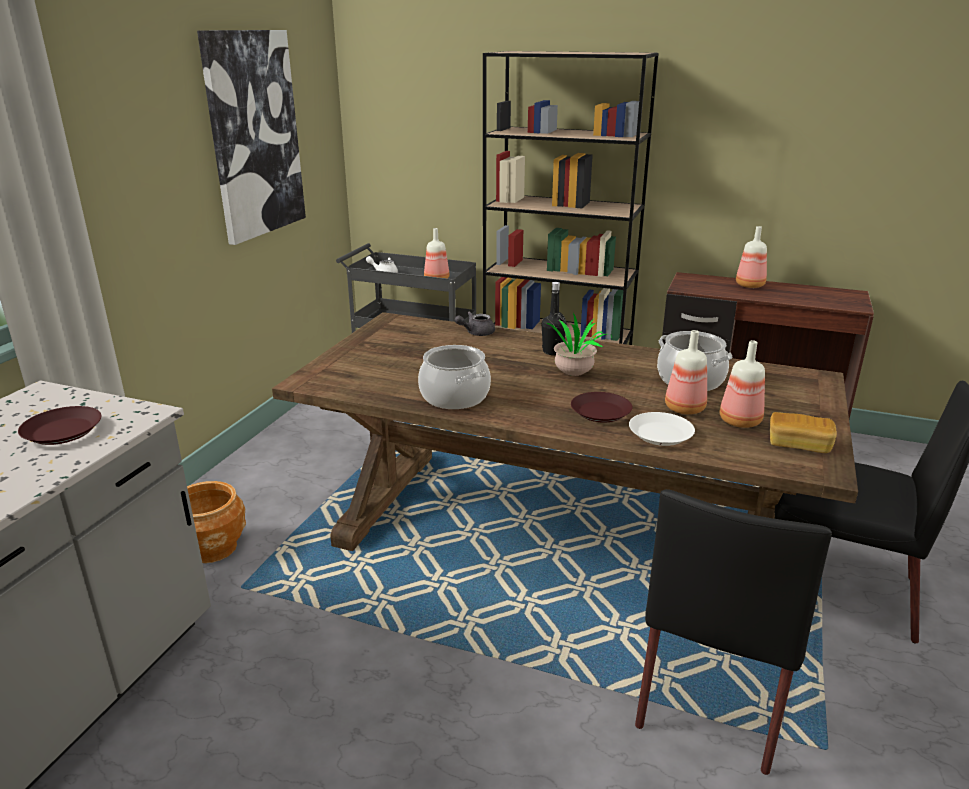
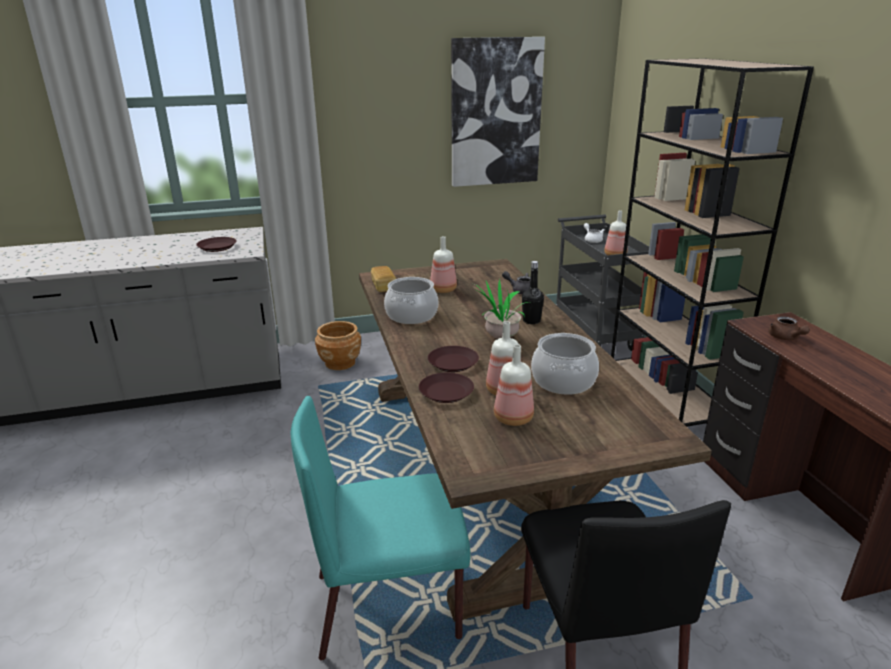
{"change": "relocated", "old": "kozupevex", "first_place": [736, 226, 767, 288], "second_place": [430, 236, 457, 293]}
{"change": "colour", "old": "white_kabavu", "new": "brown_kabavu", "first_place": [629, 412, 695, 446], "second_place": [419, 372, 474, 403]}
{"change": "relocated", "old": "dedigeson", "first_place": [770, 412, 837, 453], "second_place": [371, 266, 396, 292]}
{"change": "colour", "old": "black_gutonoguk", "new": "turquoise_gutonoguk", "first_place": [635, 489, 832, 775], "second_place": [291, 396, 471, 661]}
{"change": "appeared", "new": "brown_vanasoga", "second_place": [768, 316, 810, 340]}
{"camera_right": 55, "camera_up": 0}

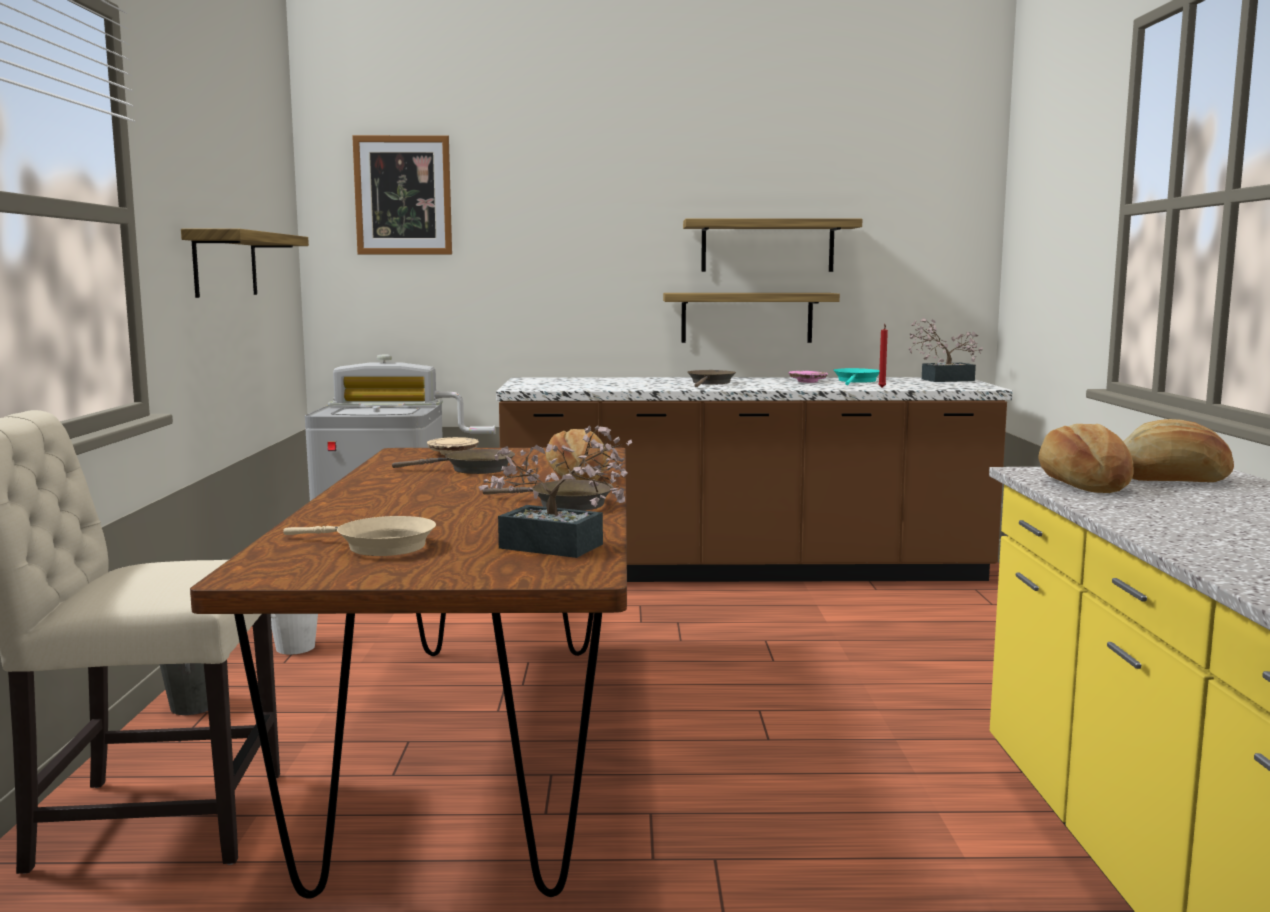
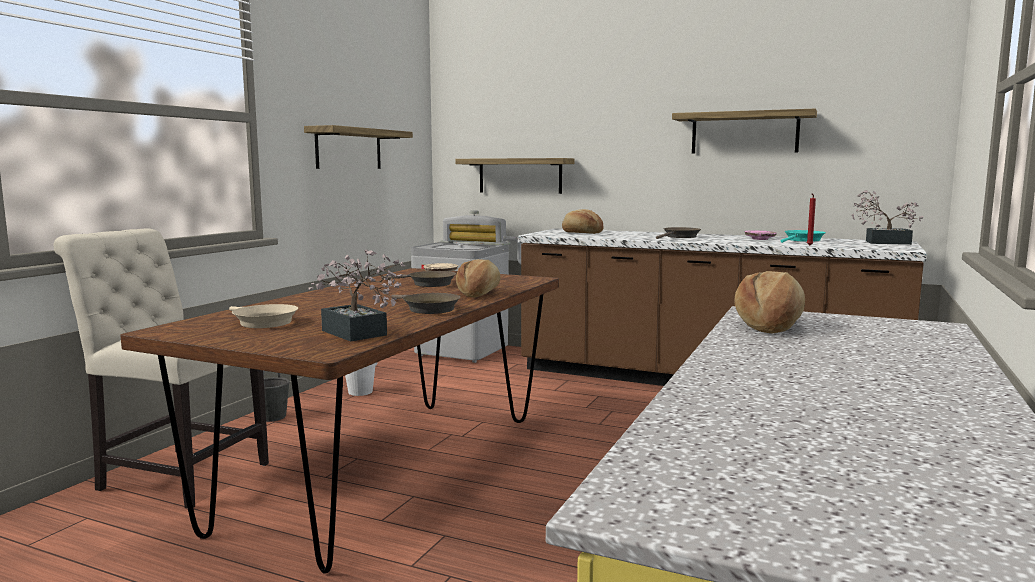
{"change": "missing", "old": "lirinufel", "first_place": [352, 135, 452, 255]}
{"change": "relocated", "old": "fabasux", "first_place": [663, 293, 840, 343], "second_place": [456, 158, 574, 194]}
{"change": "relocated", "old": "dedigeson", "first_place": [1123, 419, 1234, 482], "second_place": [562, 209, 604, 234]}
{"camera_right": 25, "camera_up": 0}

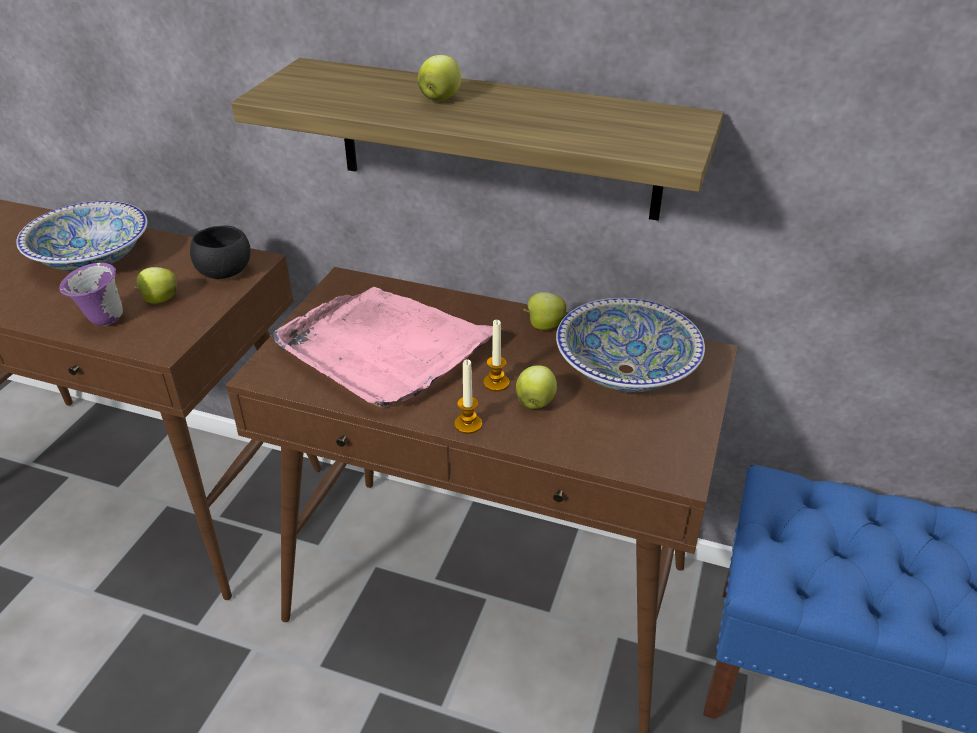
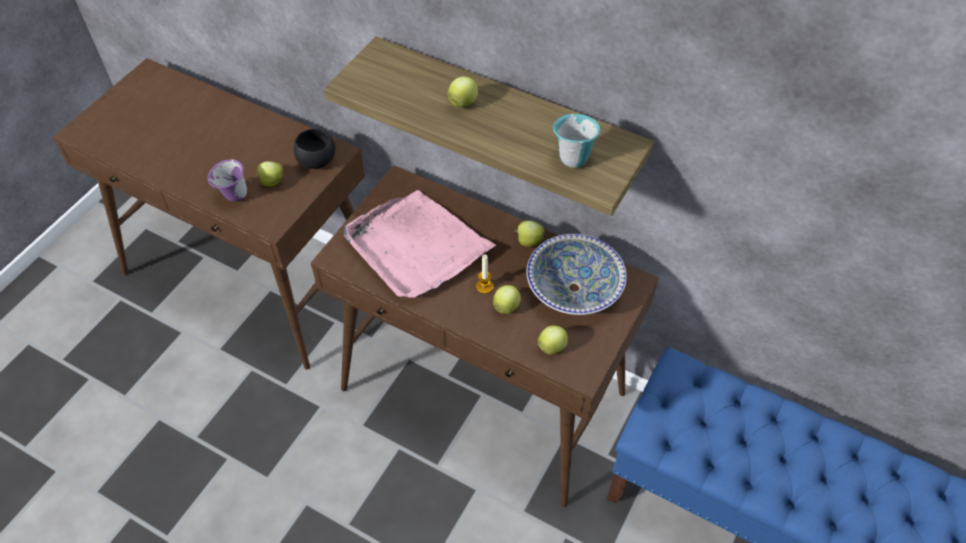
{"change": "missing", "old": "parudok", "first_place": [16, 201, 147, 271]}
{"change": "missing", "old": "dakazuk", "first_place": [454, 359, 482, 434]}
{"change": "appeared", "new": "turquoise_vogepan", "second_place": [553, 114, 601, 168]}
{"change": "appeared", "new": "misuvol", "second_place": [537, 325, 568, 355]}
{"camera_right": 10, "camera_up": 15}

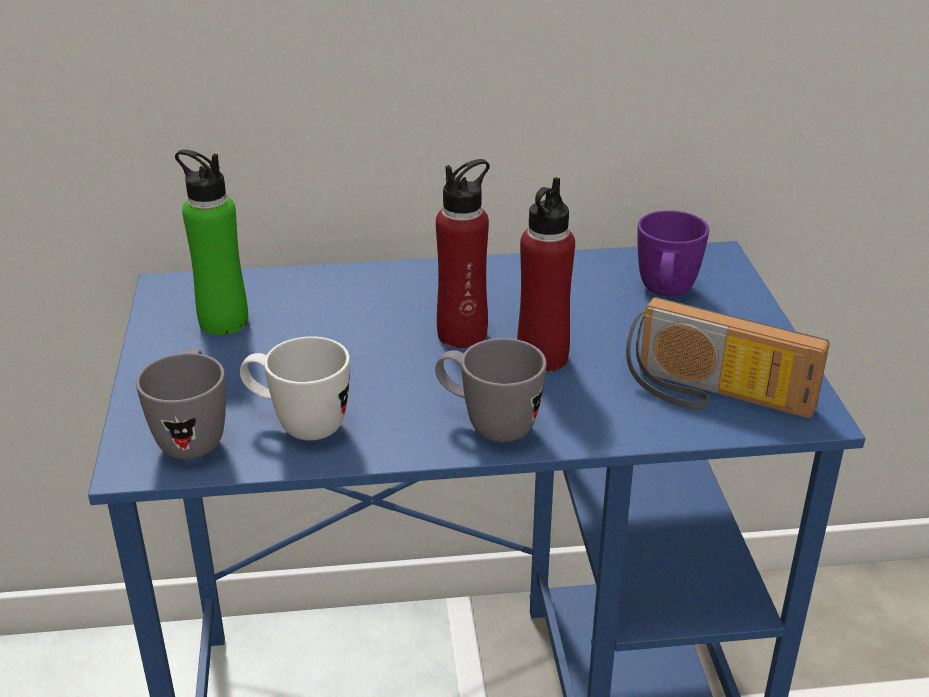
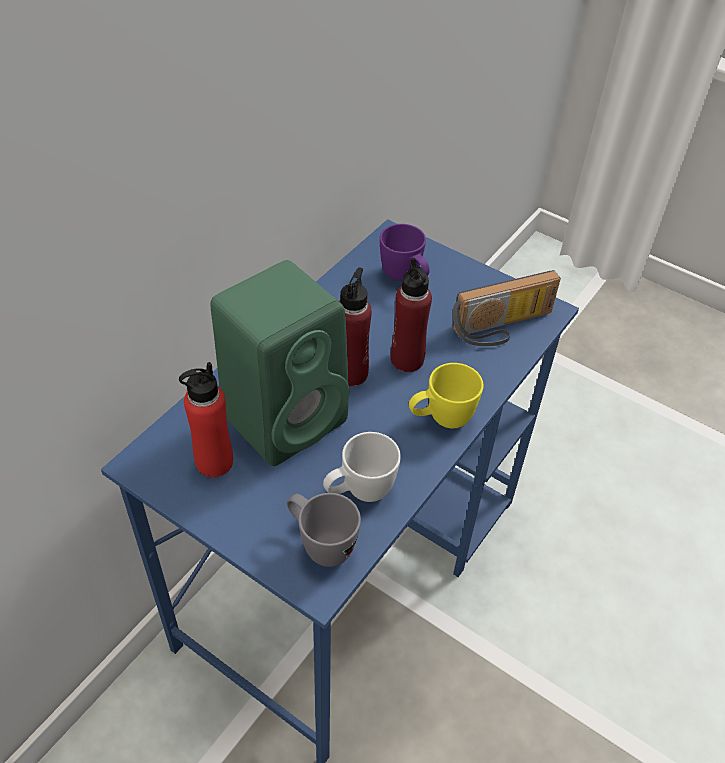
{"change": "colour", "old": "green_kozupevex", "new": "red_kozupevex", "first_place": [175, 150, 248, 335], "second_place": [179, 362, 233, 477]}
{"change": "colour", "old": "grey_vogepan", "new": "yellow_vogepan", "first_place": [435, 338, 547, 442], "second_place": [409, 363, 484, 428]}
{"change": "appeared", "new": "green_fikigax", "second_place": [210, 260, 349, 466]}
{"camera_right": -50, "camera_up": 15}

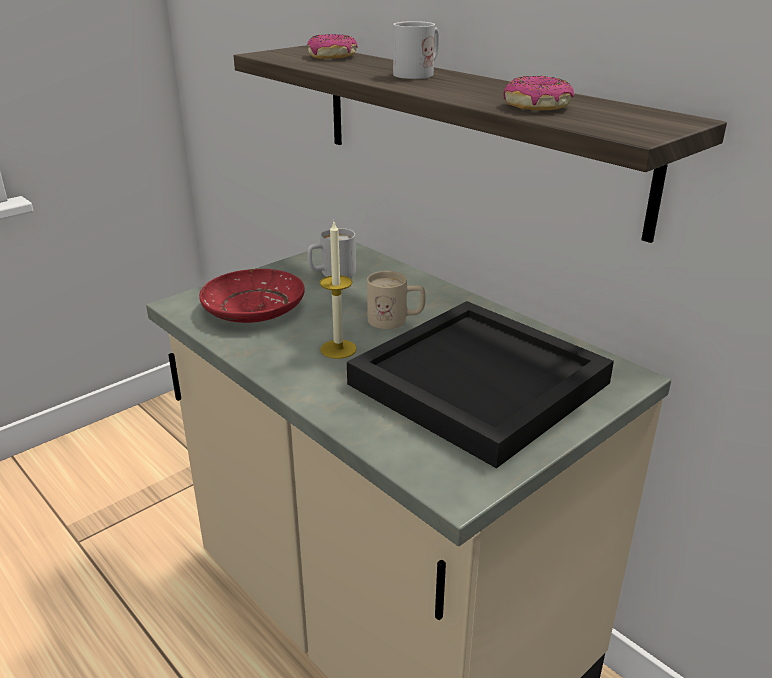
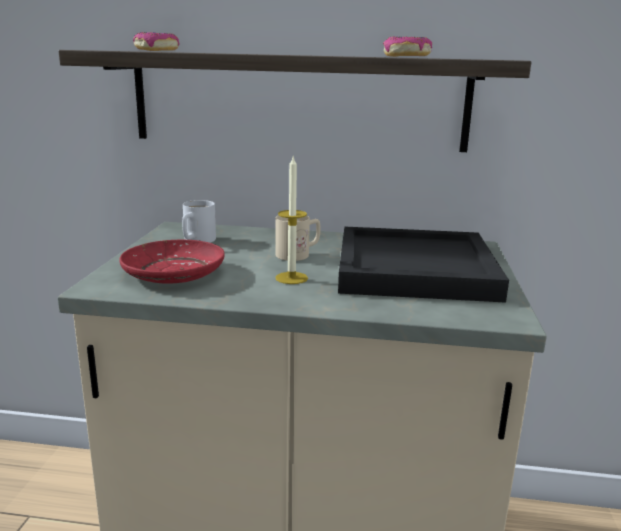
{"change": "missing", "old": "white_vogepan", "first_place": [393, 21, 439, 79]}
{"camera_right": -40, "camera_up": -10}

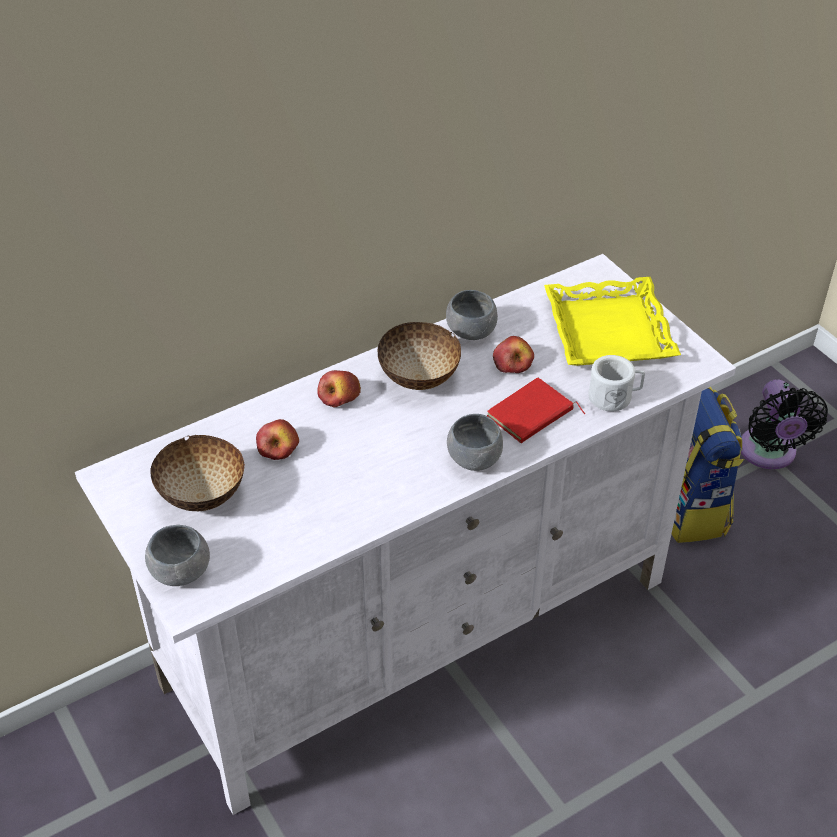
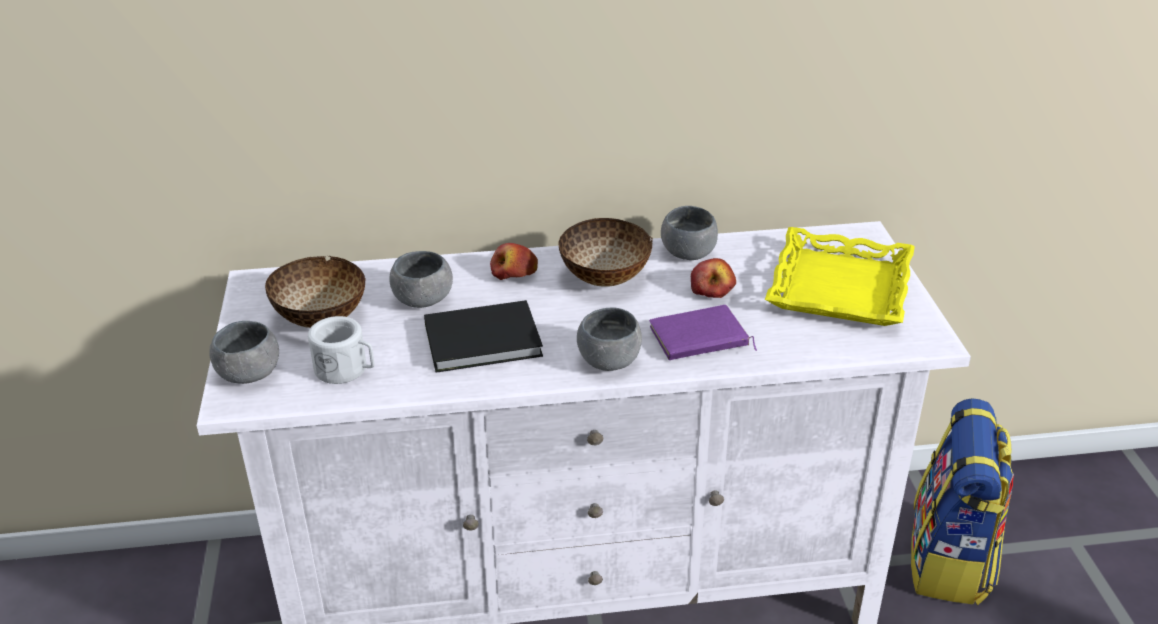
{"change": "relocated", "old": "white_vogepan", "first_place": [589, 355, 645, 411], "second_place": [308, 316, 375, 384]}
{"change": "colour", "old": "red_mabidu", "new": "purple_mabidu", "first_place": [487, 378, 585, 443], "second_place": [649, 305, 757, 360]}
{"change": "missing", "old": "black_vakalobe", "first_place": [741, 379, 828, 469]}
{"change": "exchanged", "old": "misuvol", "new": "grey_parudok", "first_place": [256, 419, 299, 460], "second_place": [389, 251, 453, 308]}
{"change": "appeared", "new": "black_mabidu", "second_place": [424, 300, 543, 373]}
{"camera_right": 25, "camera_up": -10}

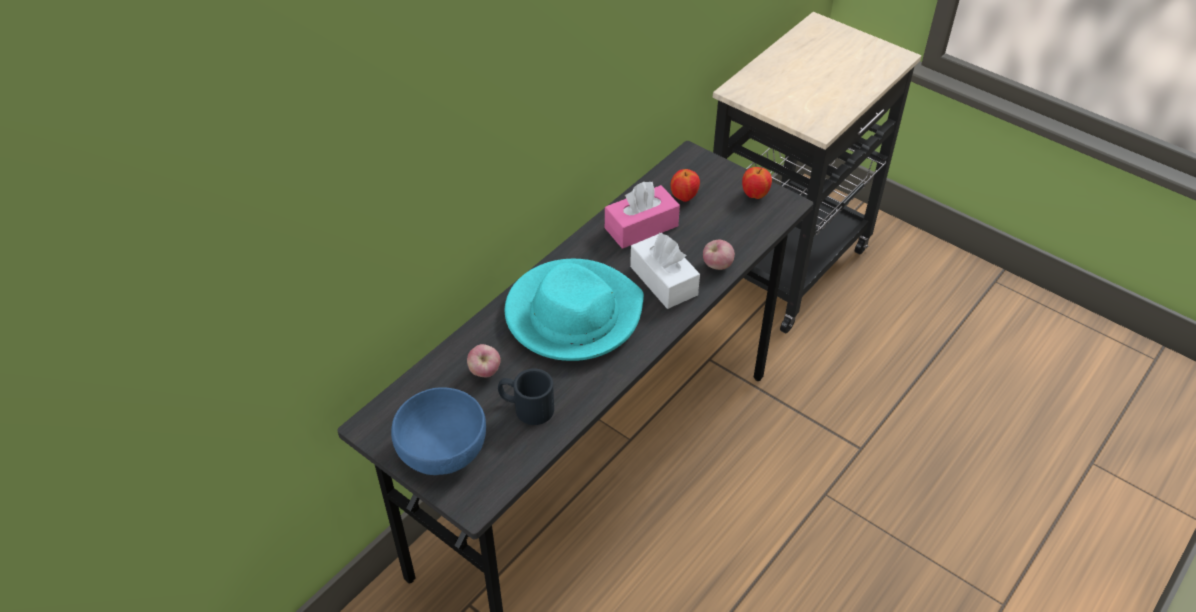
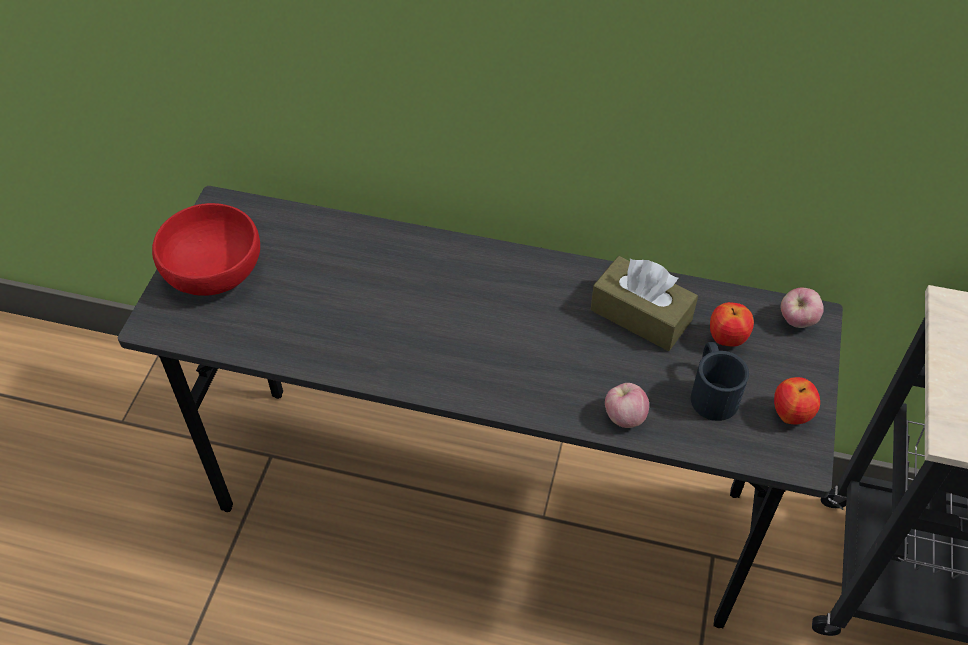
{"change": "colour", "old": "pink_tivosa", "new": "brown_tivosa", "first_place": [605, 182, 680, 249], "second_place": [591, 256, 698, 351]}
{"change": "missing", "old": "white_tivosa", "first_place": [630, 232, 700, 309]}
{"change": "missing", "old": "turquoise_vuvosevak", "first_place": [505, 259, 644, 361]}
{"change": "relocated", "old": "misuvol", "first_place": [467, 344, 501, 377], "second_place": [781, 288, 824, 328]}
{"change": "relocated", "old": "black_vogepan", "first_place": [498, 368, 554, 425], "second_place": [691, 342, 749, 421]}
{"change": "colour", "old": "blue_parudok", "new": "red_parudok", "first_place": [391, 387, 486, 475], "second_place": [152, 203, 260, 296]}
{"camera_right": 65, "camera_up": 5}

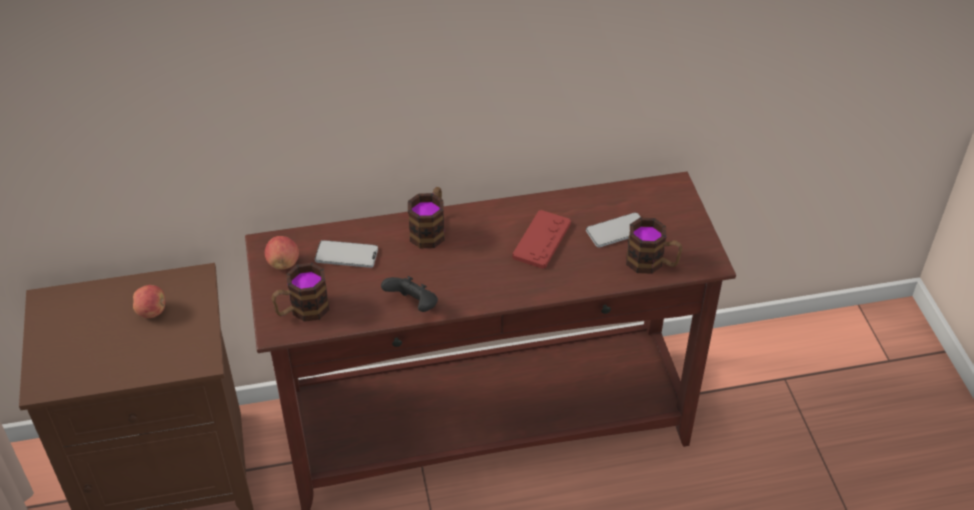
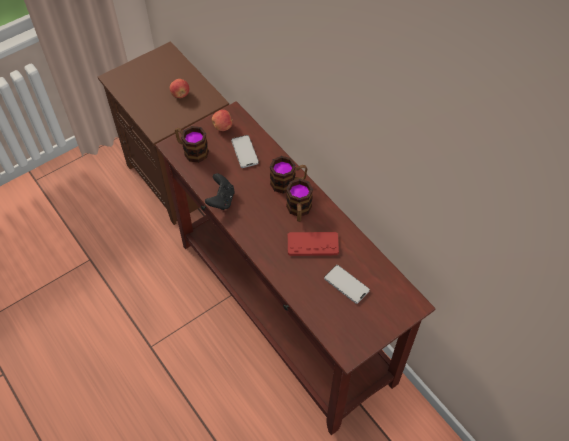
{"change": "relocated", "old": "vogepan", "first_place": [626, 218, 682, 274], "second_place": [286, 179, 313, 222]}
{"camera_right": 65, "camera_up": 10}

